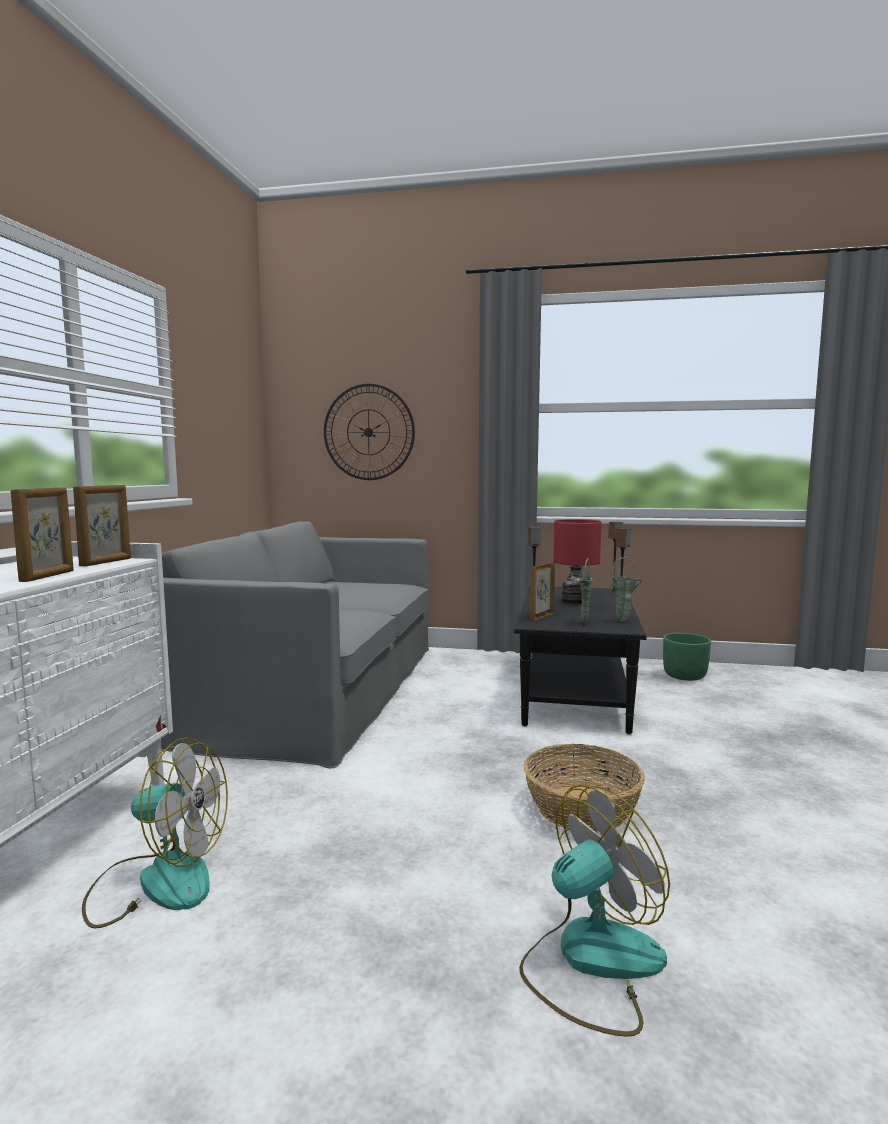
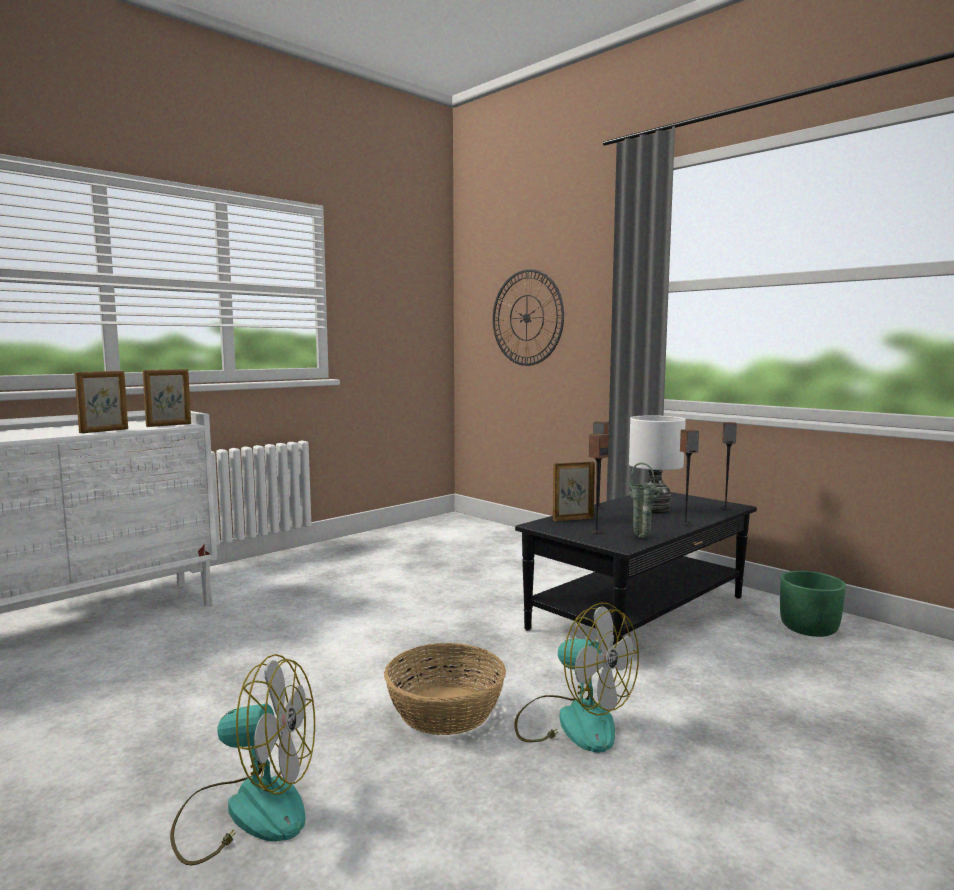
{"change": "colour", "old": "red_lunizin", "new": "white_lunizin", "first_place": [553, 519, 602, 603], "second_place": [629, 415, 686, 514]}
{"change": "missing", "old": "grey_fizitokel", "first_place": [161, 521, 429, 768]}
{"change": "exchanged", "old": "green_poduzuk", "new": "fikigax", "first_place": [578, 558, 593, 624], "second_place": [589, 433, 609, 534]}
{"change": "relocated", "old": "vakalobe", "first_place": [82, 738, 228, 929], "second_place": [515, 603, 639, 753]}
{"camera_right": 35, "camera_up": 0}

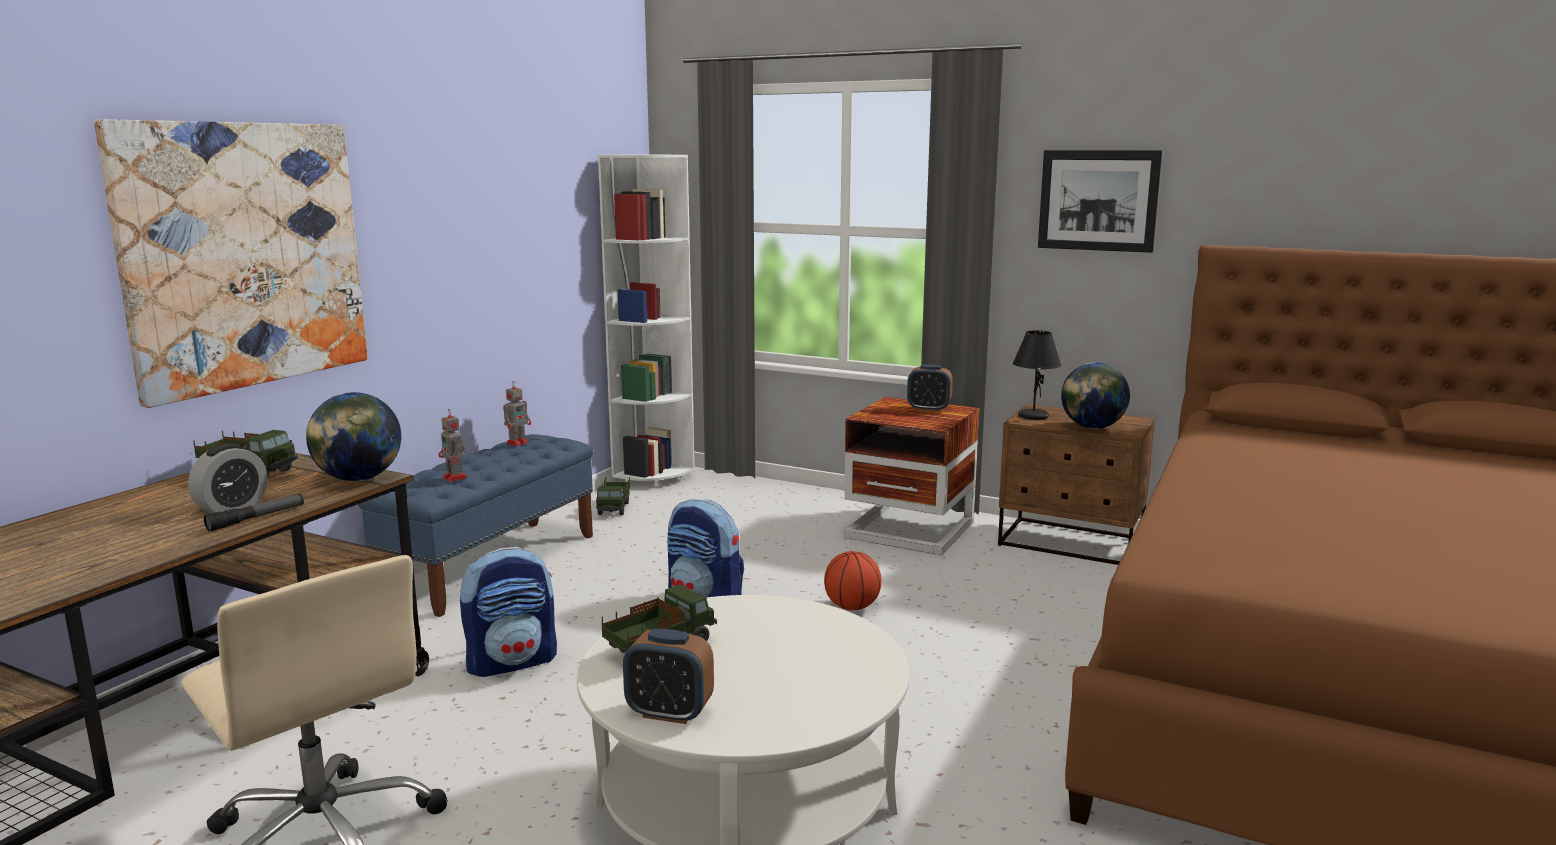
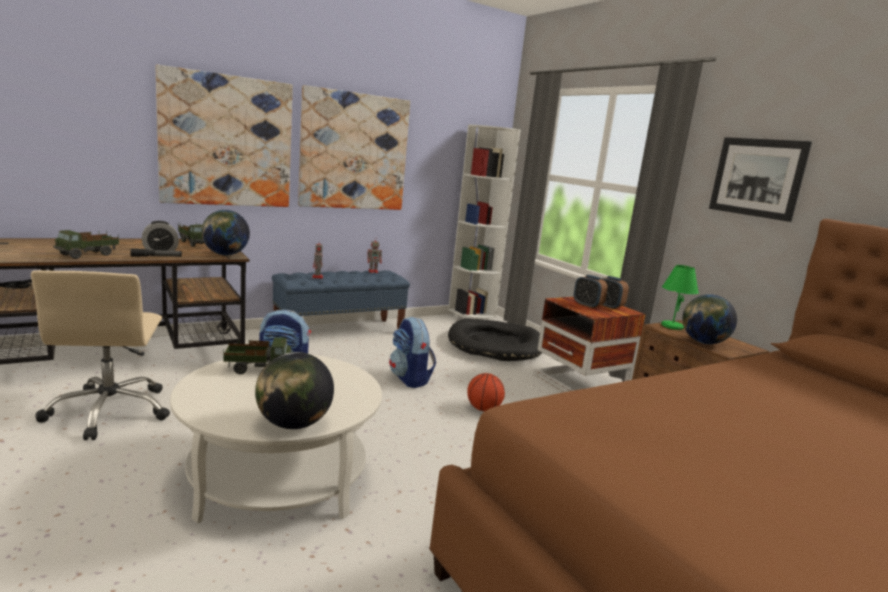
{"change": "colour", "old": "black_lunizin", "new": "green_lunizin", "first_place": [1013, 330, 1062, 420], "second_place": [661, 265, 699, 330]}
{"change": "relocated", "old": "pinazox", "first_place": [596, 477, 630, 515], "second_place": [53, 230, 119, 259]}
{"change": "relocated", "old": "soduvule", "first_place": [623, 629, 714, 724], "second_place": [574, 275, 608, 308]}
{"change": "appeared", "new": "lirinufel", "second_place": [298, 85, 410, 210]}
{"change": "appeared", "new": "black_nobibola", "second_place": [448, 318, 542, 361]}
{"change": "appeared", "new": "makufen", "second_place": [255, 352, 334, 429]}
{"camera_right": 30, "camera_up": 0}

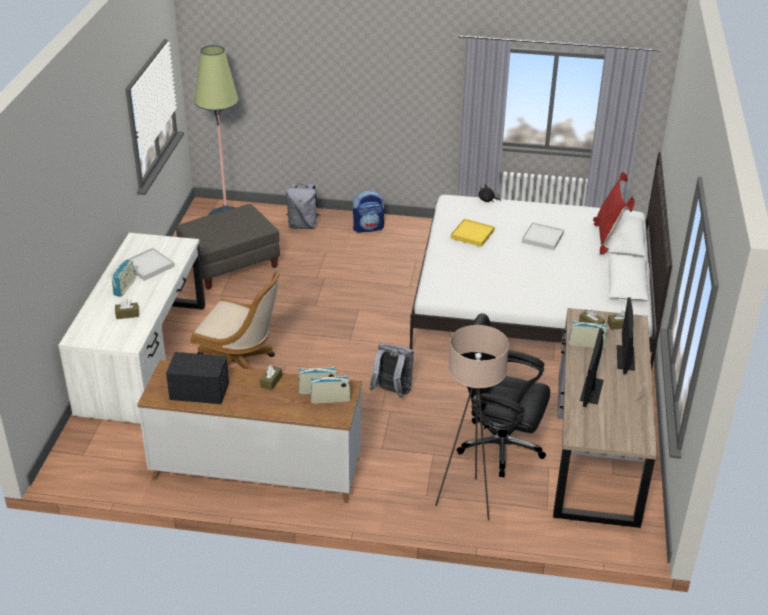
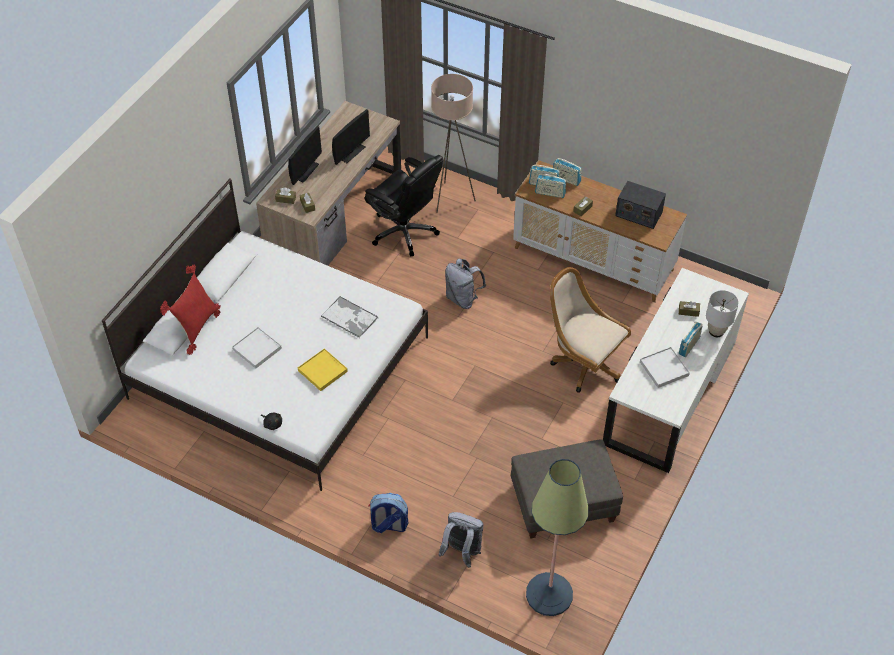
{"change": "relocated", "old": "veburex", "first_place": [569, 320, 608, 349], "second_place": [553, 158, 582, 186]}
{"change": "appeared", "new": "white_lunizin", "second_place": [706, 290, 739, 337]}
{"change": "appeared", "new": "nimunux", "second_place": [321, 296, 378, 338]}
{"camera_right": -160, "camera_up": 15}

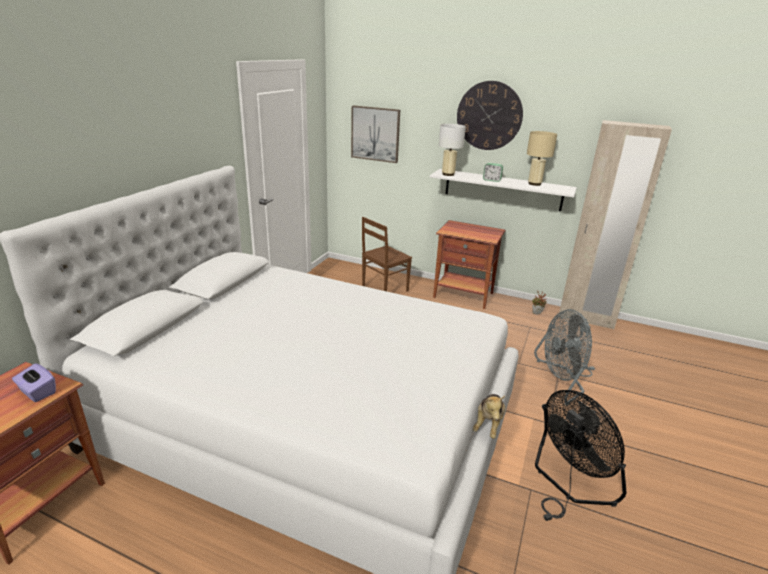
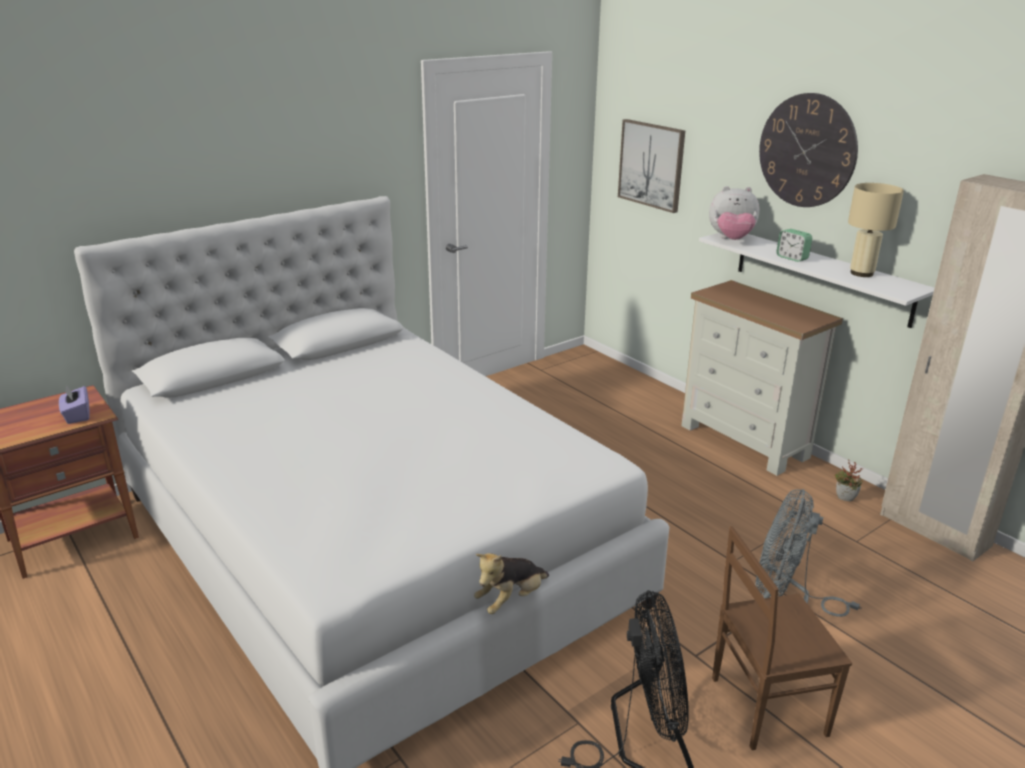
{"change": "exchanged", "old": "white_lunizin", "new": "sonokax", "first_place": [439, 124, 466, 176], "second_place": [709, 186, 759, 240]}
{"change": "relocated", "old": "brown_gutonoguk", "first_place": [362, 217, 412, 292], "second_place": [712, 526, 852, 750]}
{"change": "exchanged", "old": "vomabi", "new": "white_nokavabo", "first_place": [433, 220, 506, 309], "second_place": [681, 280, 843, 476]}
{"camera_right": 30, "camera_up": 0}

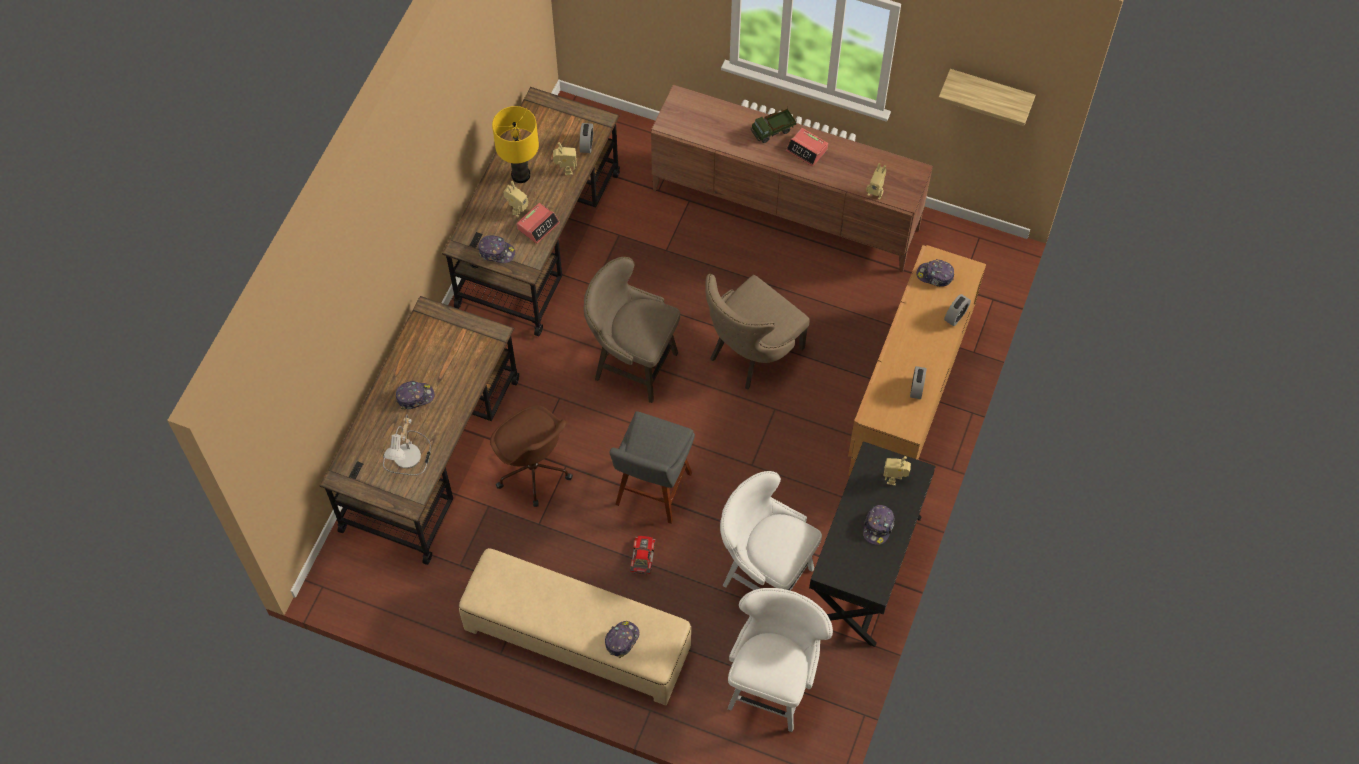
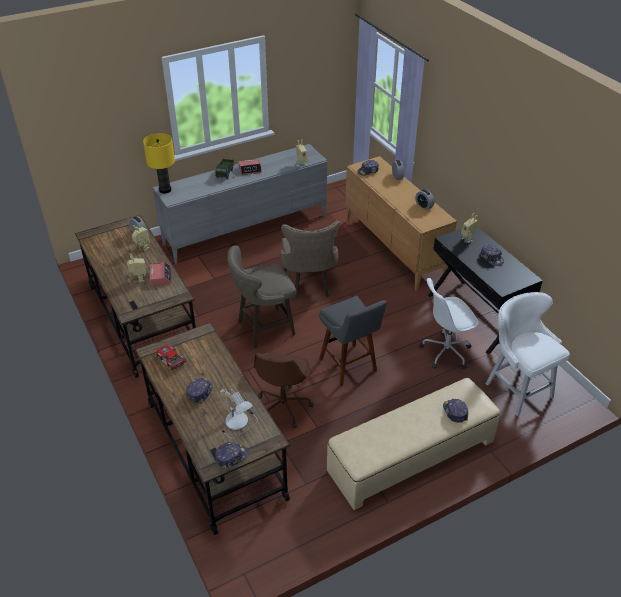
{"change": "missing", "old": "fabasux", "first_place": [938, 69, 1035, 126]}
{"change": "colour", "old": "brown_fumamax", "new": "grey_fumamax", "first_place": [651, 84, 933, 273], "second_place": [153, 144, 327, 264]}
{"change": "relocated", "old": "yellow_lunizin", "first_place": [492, 106, 539, 183], "second_place": [143, 133, 175, 193]}
{"change": "relocated", "old": "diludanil", "first_place": [478, 235, 515, 263], "second_place": [215, 442, 248, 469]}
{"change": "spun", "old": "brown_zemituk", "first_place": [490, 405, 573, 507], "second_place": [254, 353, 314, 429], "degrees": 105}
{"change": "exchanged", "old": "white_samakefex", "new": "white_zemituk", "first_place": [720, 471, 822, 591], "second_place": [419, 278, 479, 369]}
{"change": "relocated", "old": "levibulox", "first_place": [630, 536, 656, 574], "second_place": [155, 345, 186, 370]}
{"camera_right": -50, "camera_up": -20}

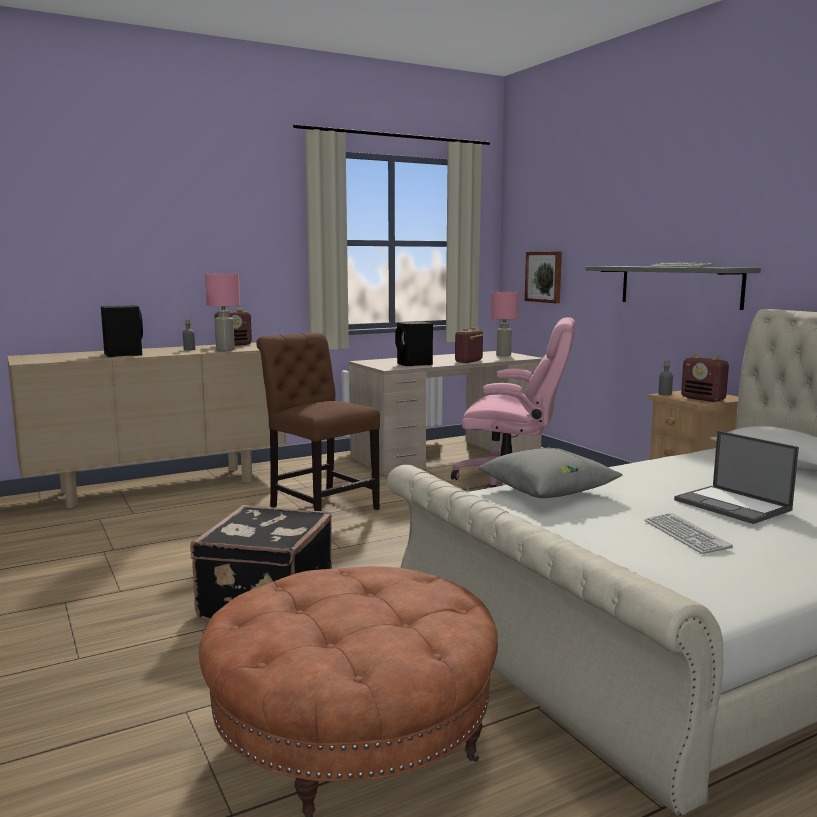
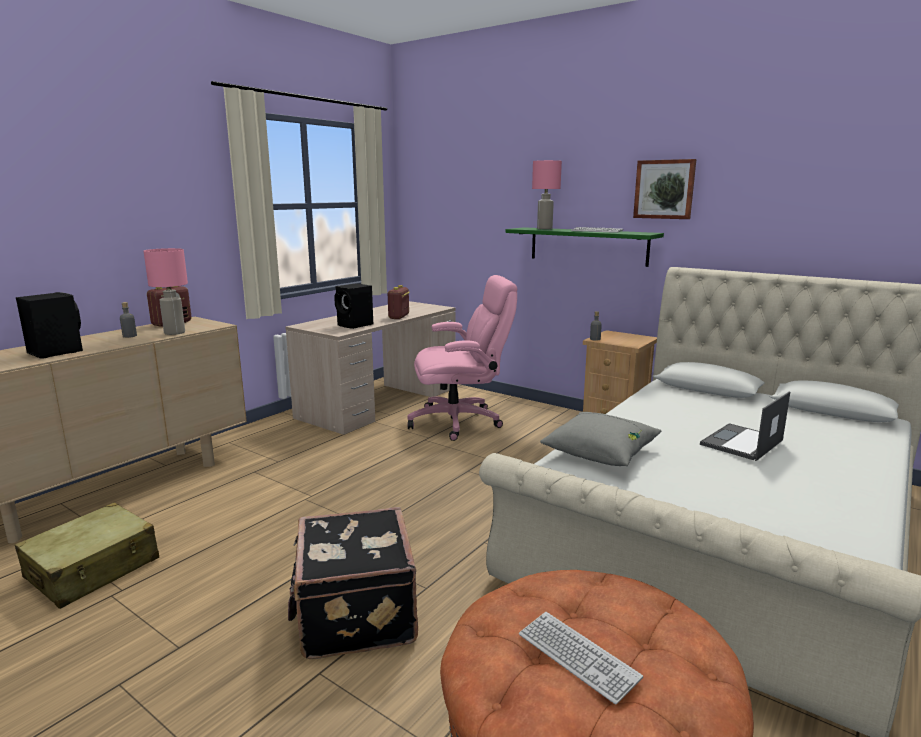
{"change": "relocated", "old": "lirinufel", "first_place": [525, 251, 562, 303], "second_place": [633, 159, 696, 219]}
{"change": "colour", "old": "grey_fabasux", "new": "green_fabasux", "first_place": [585, 266, 761, 310], "second_place": [506, 227, 664, 267]}
{"change": "relocated", "old": "pink_lunizin", "first_place": [491, 292, 519, 357], "second_place": [532, 160, 562, 229]}
{"change": "missing", "old": "brown_gutonoguk", "first_place": [257, 333, 380, 511]}
{"change": "missing", "old": "veburex", "first_place": [681, 354, 729, 402]}
{"change": "spun", "old": "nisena", "first_place": [674, 431, 799, 524], "second_place": [700, 392, 790, 461], "degrees": 105}
{"change": "relocated", "old": "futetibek", "first_place": [644, 513, 733, 554], "second_place": [519, 612, 643, 705]}
{"change": "appeared", "new": "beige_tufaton", "second_place": [14, 503, 159, 609]}
{"camera_right": -25, "camera_up": 5}

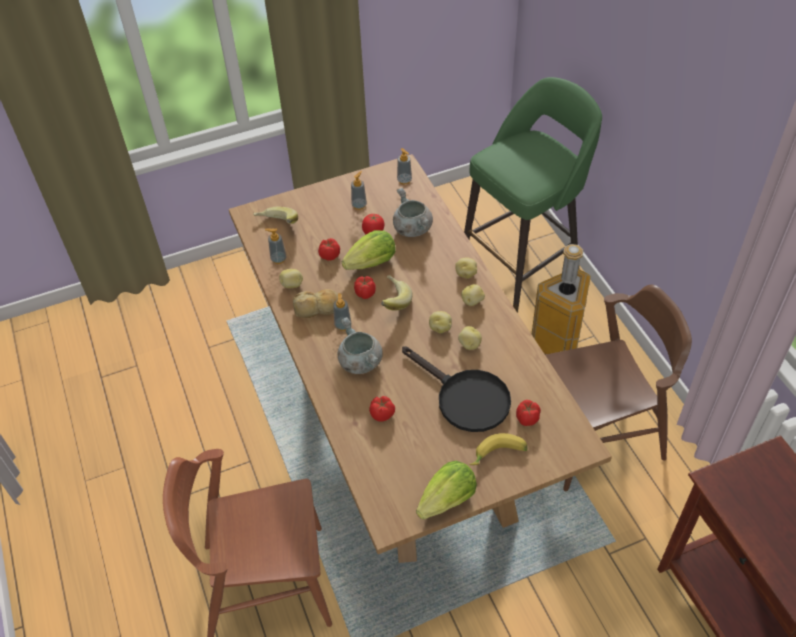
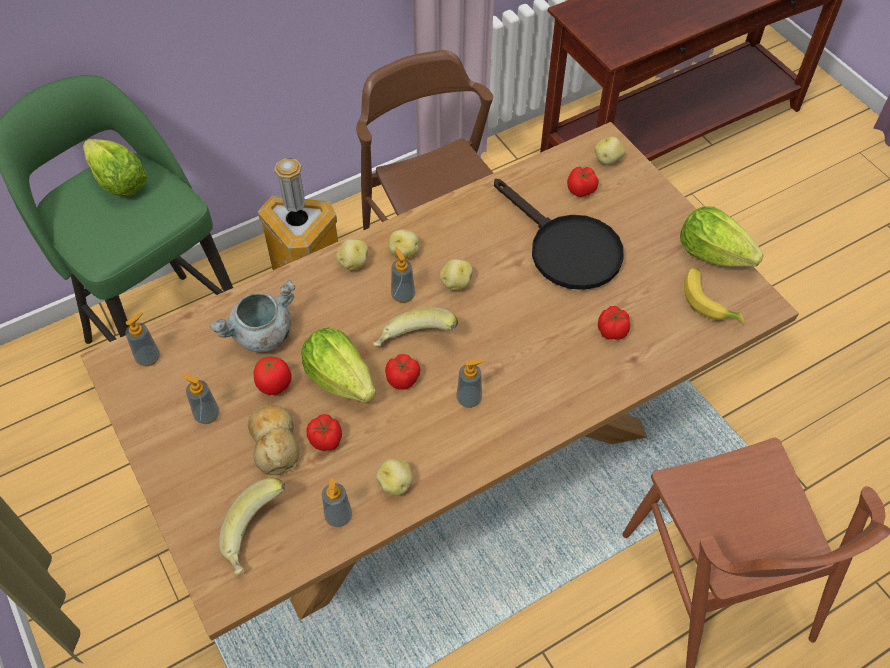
{"change": "relocated", "old": "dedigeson", "first_place": [293, 289, 338, 318], "second_place": [248, 405, 299, 475]}
{"change": "missing", "old": "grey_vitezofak", "first_place": [338, 317, 383, 374]}
{"change": "relocated", "old": "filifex", "first_place": [458, 326, 482, 350], "second_place": [595, 137, 625, 165]}
{"change": "spun", "old": "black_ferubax", "first_place": [402, 347, 511, 432], "second_place": [494, 179, 624, 290], "degrees": 105}
{"change": "relocated", "old": "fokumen", "first_place": [470, 433, 528, 465], "second_place": [684, 268, 744, 323]}
{"change": "appeared", "new": "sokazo", "second_place": [83, 139, 147, 197]}
{"change": "appeared", "new": "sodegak", "second_place": [391, 247, 415, 303]}
{"camera_right": -100, "camera_up": 5}

